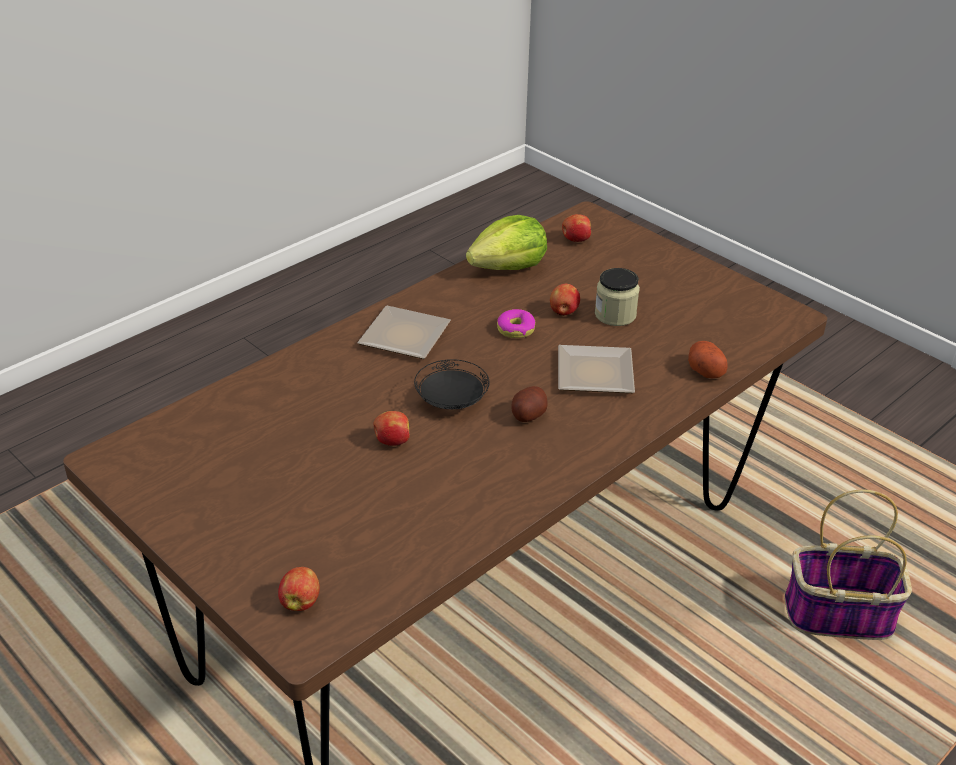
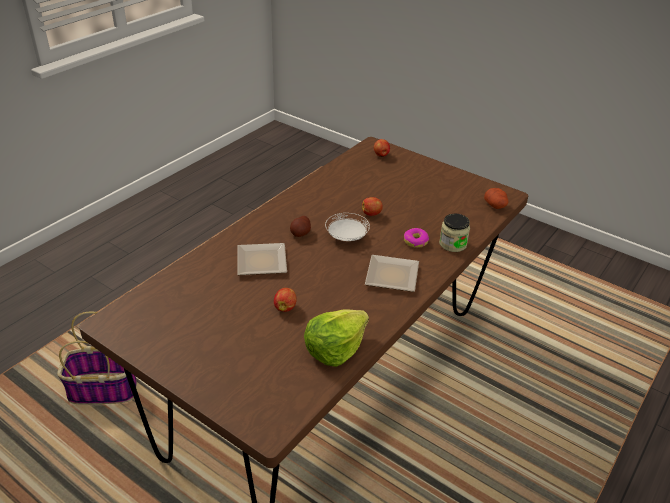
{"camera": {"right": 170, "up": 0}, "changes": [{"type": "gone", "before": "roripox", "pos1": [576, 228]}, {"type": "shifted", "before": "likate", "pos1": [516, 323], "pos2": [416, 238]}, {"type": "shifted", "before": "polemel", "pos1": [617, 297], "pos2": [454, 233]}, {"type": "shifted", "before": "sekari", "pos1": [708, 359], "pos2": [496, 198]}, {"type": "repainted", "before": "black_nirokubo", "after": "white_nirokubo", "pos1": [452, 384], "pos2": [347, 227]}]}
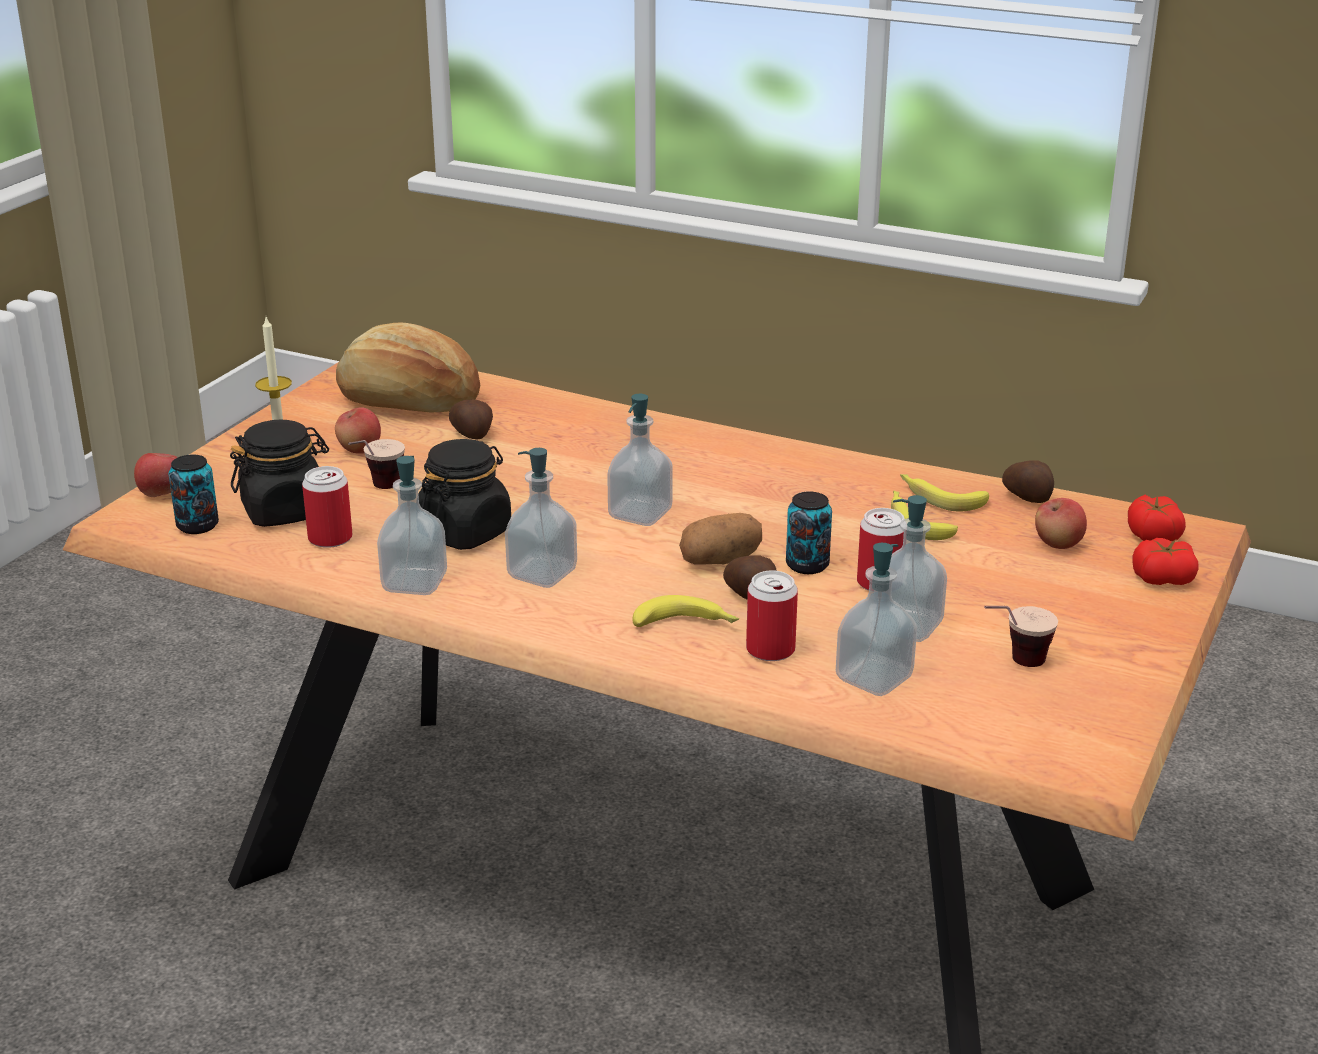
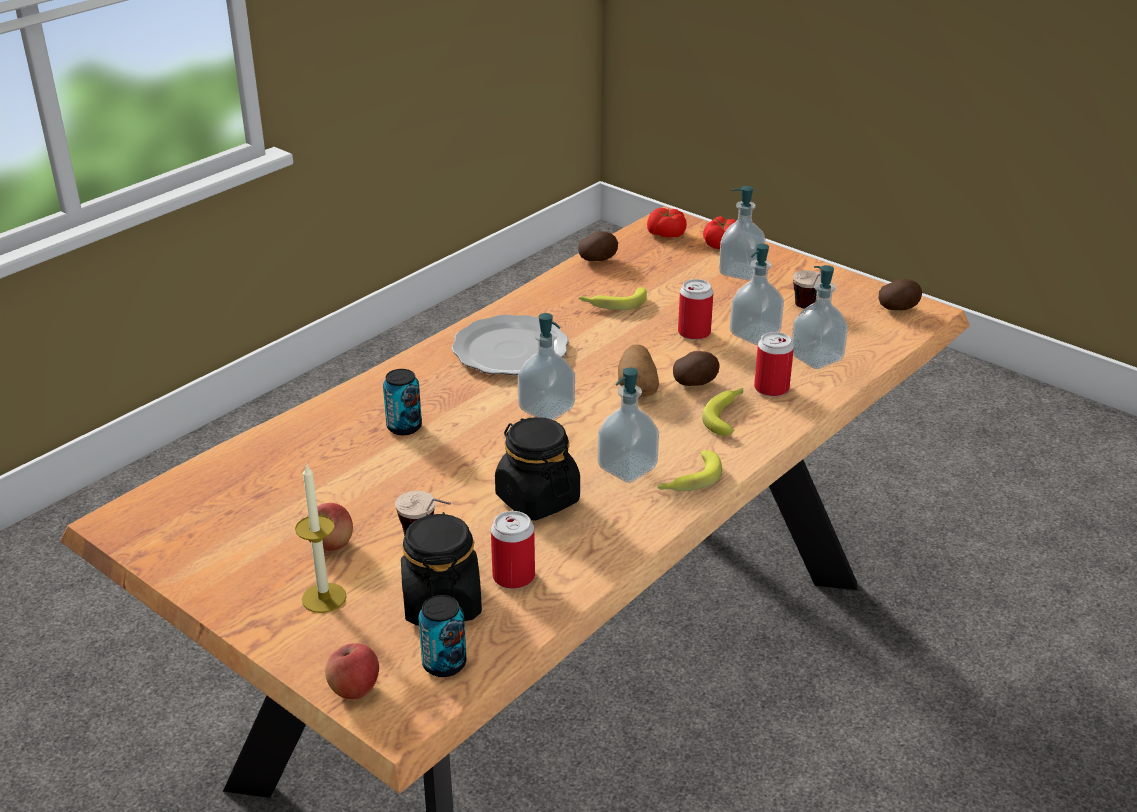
{"camera": {"right": -75, "up": 5}, "changes": [{"type": "gone", "before": "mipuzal", "pos1": [408, 368]}, {"type": "gone", "before": "roripox", "pos1": [1061, 523]}, {"type": "new", "after": "nirokubo", "pos2": [510, 345]}, {"type": "shifted", "before": "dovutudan", "pos1": [412, 525], "pos2": [742, 233]}, {"type": "shifted", "before": "sekari", "pos1": [471, 419], "pos2": [900, 294]}, {"type": "shifted", "before": "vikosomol", "pos1": [809, 532], "pos2": [402, 402]}, {"type": "shifted", "before": "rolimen", "pos1": [944, 493], "pos2": [689, 470]}]}
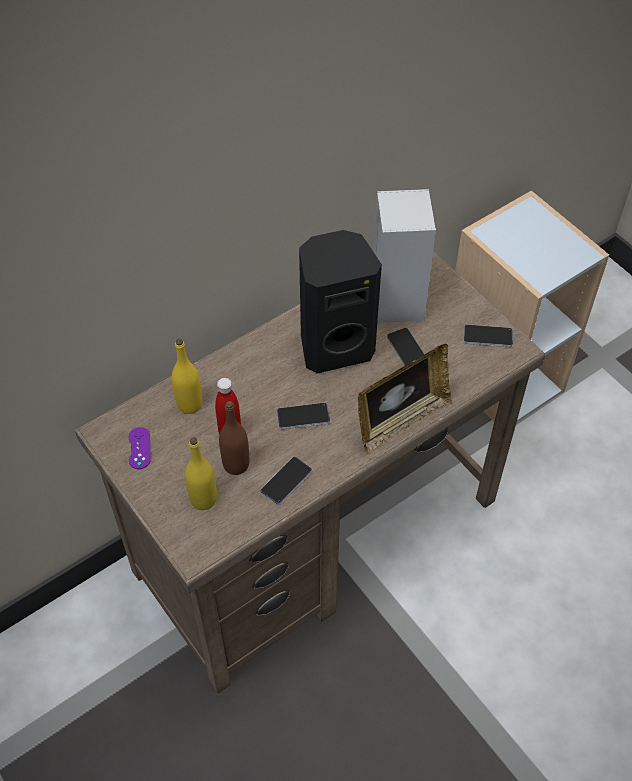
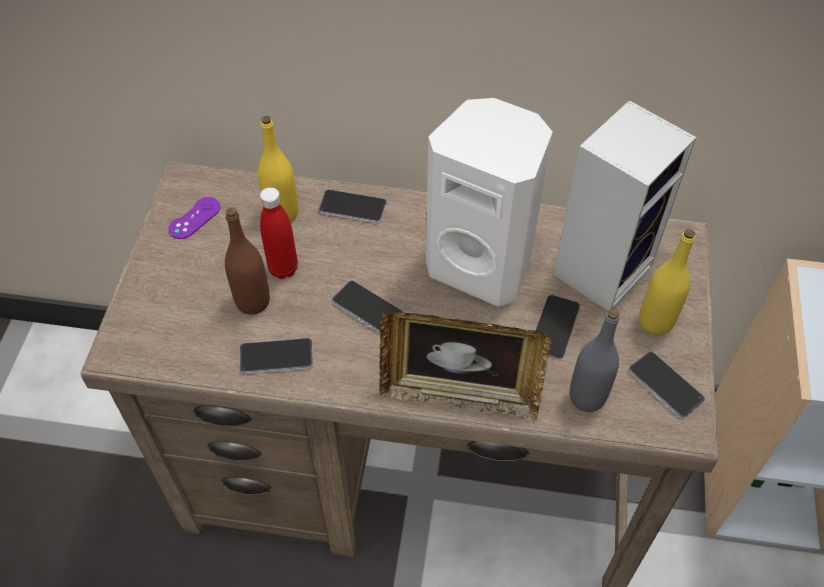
{"camera": {"right": 45, "up": 0}, "changes": [{"type": "new", "after": "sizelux", "pos2": [352, 206]}, {"type": "new", "after": "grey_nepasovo", "pos2": [595, 360]}, {"type": "shifted", "before": "yellow_nepasovo", "pos1": [201, 473], "pos2": [667, 282]}, {"type": "repainted", "before": "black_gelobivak", "after": "white_gelobivak", "pos1": [340, 302], "pos2": [489, 202]}]}
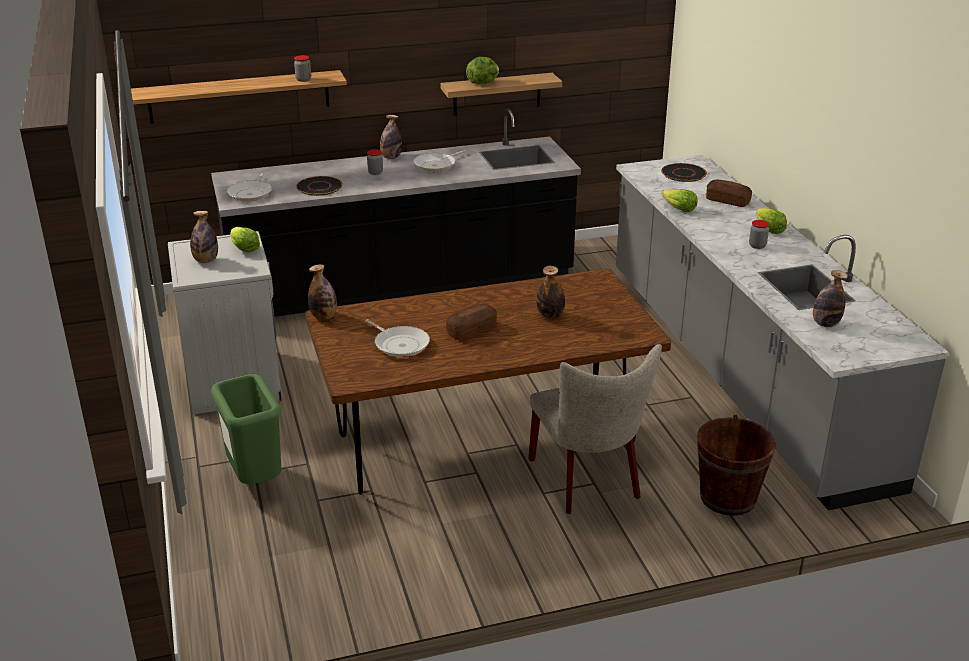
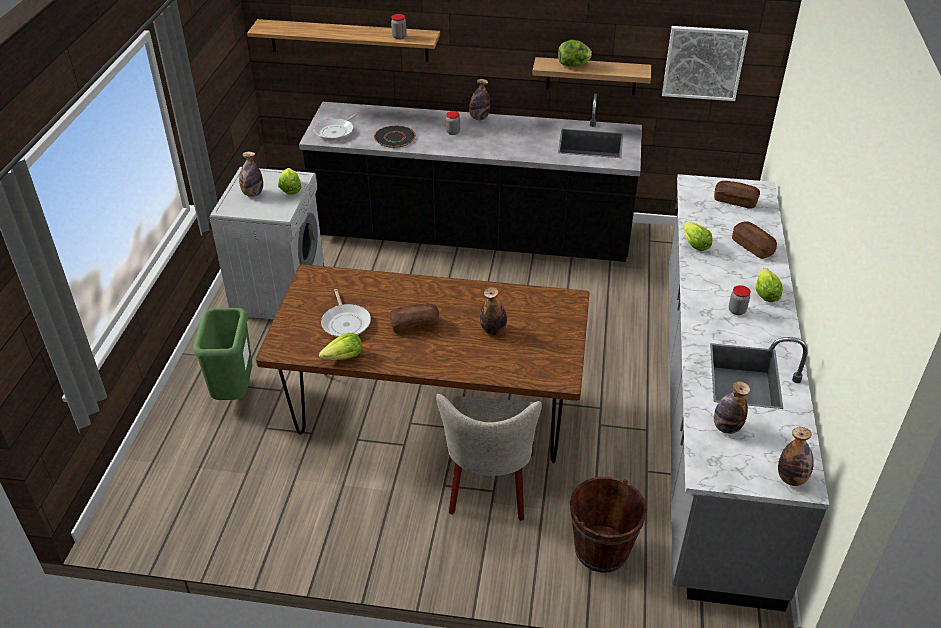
{"camera": {"right": 25, "up": 10}, "changes": [{"type": "gone", "before": "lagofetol", "pos1": [439, 161]}, {"type": "new", "after": "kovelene", "pos2": [340, 346]}, {"type": "new", "after": "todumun", "pos2": [705, 63]}, {"type": "shifted", "before": "nepasovo", "pos1": [322, 292], "pos2": [796, 456]}, {"type": "swapped", "before": "black_nirokubo", "after": "mipuzal", "pos1": [684, 172], "pos2": [737, 195]}]}
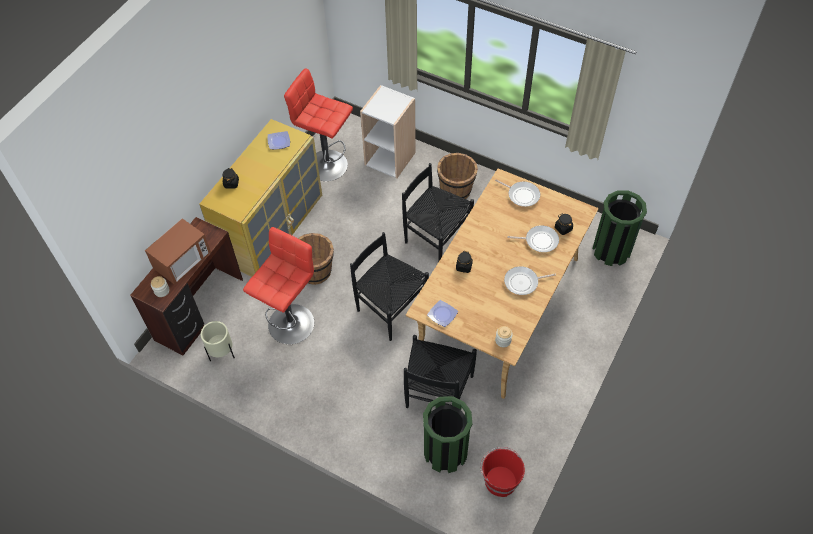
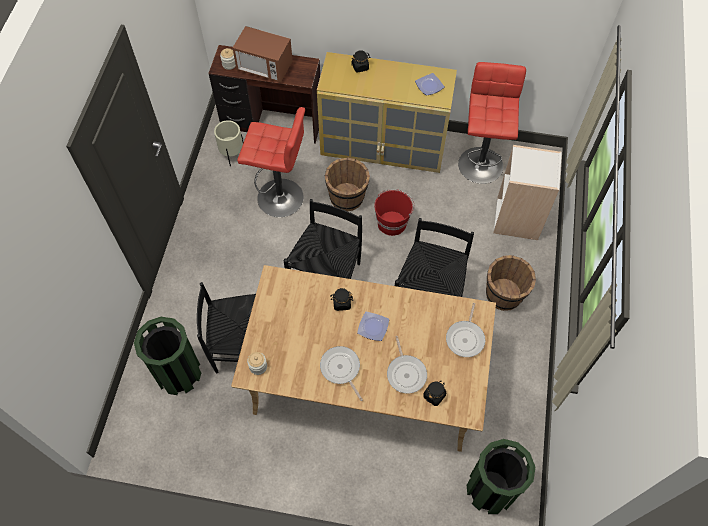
{"camera": {"right": 70, "up": 5}, "changes": [{"type": "shifted", "before": "nirokubo", "pos1": [442, 313], "pos2": [373, 326]}, {"type": "shifted", "before": "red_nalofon", "pos1": [502, 472], "pos2": [394, 212]}]}
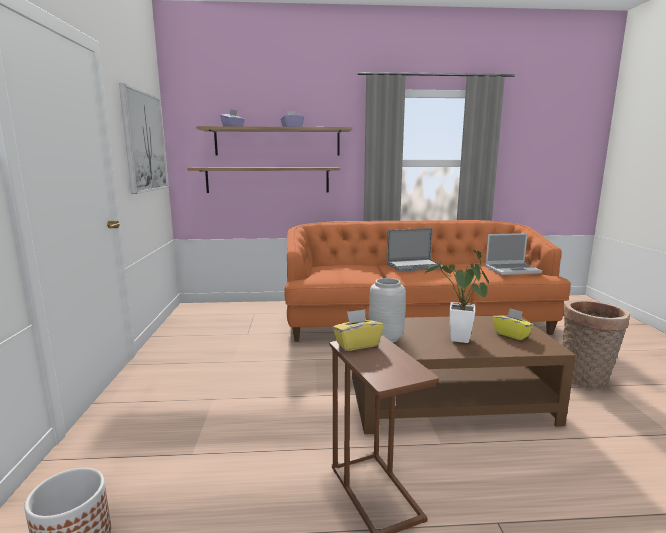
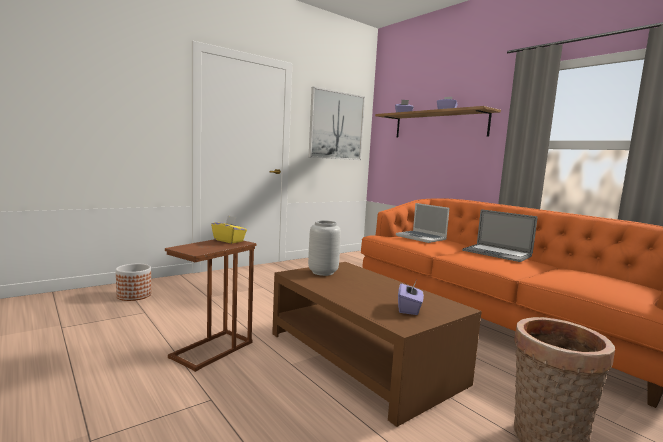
{"camera": {"right": 55, "up": -5}, "changes": [{"type": "gone", "before": "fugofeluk", "pos1": [263, 180]}, {"type": "gone", "before": "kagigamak", "pos1": [456, 296]}, {"type": "shifted", "before": "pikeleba", "pos1": [513, 254], "pos2": [423, 223]}, {"type": "repainted", "before": "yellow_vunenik", "after": "purple_vunenik", "pos1": [513, 324], "pos2": [411, 298]}]}
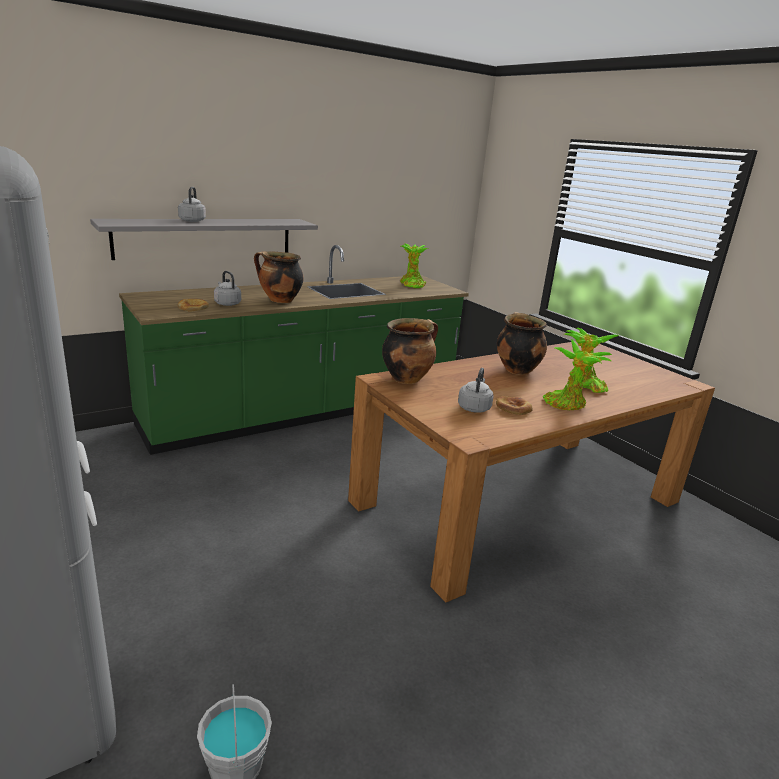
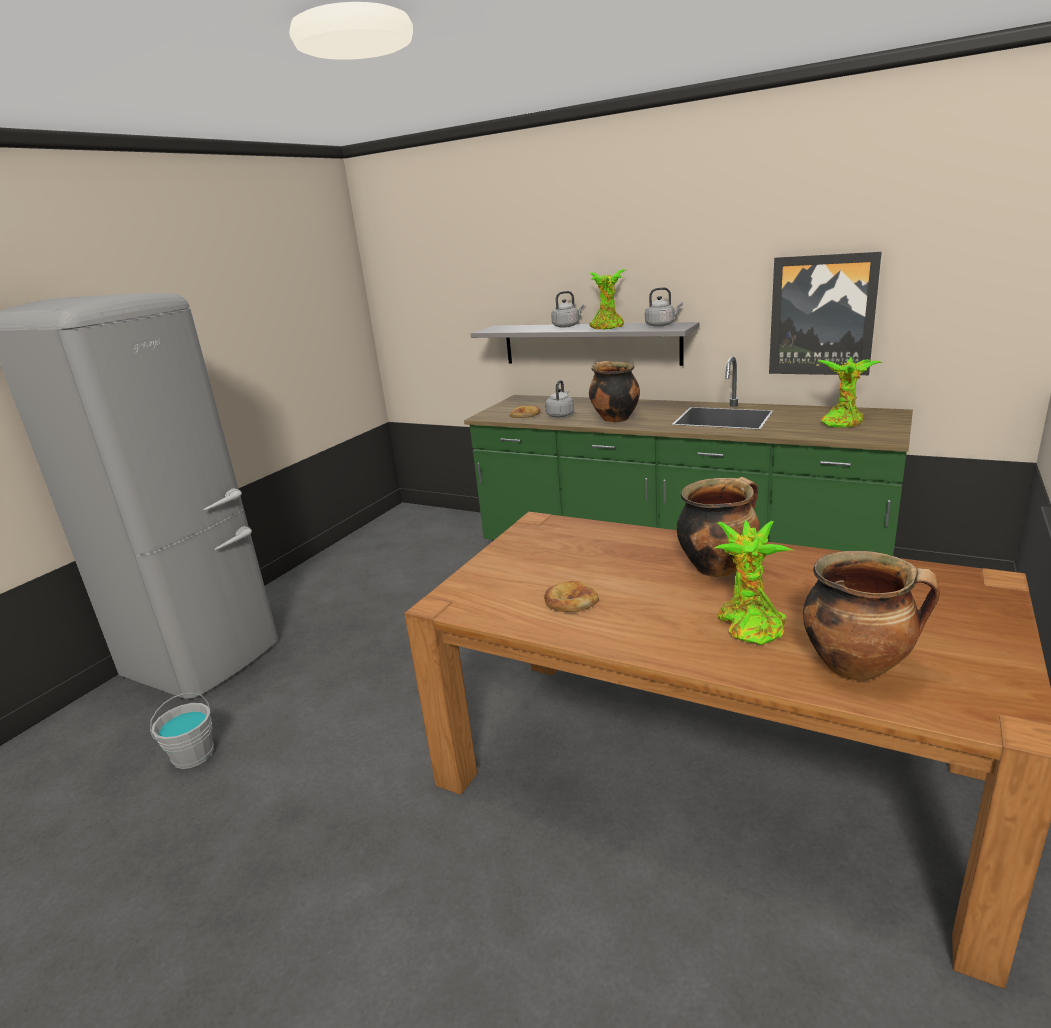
{"camera": {"right": 65, "up": 0}, "changes": [{"type": "new", "after": "todumun", "pos2": [825, 313]}, {"type": "shifted", "before": "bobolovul", "pos1": [410, 351], "pos2": [871, 616]}, {"type": "shifted", "before": "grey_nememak", "pos1": [476, 390], "pos2": [664, 307]}, {"type": "shifted", "before": "kagigamak", "pos1": [577, 374], "pos2": [607, 299]}]}
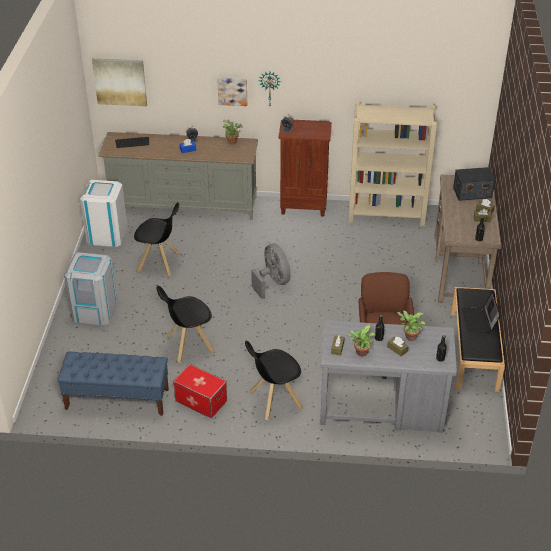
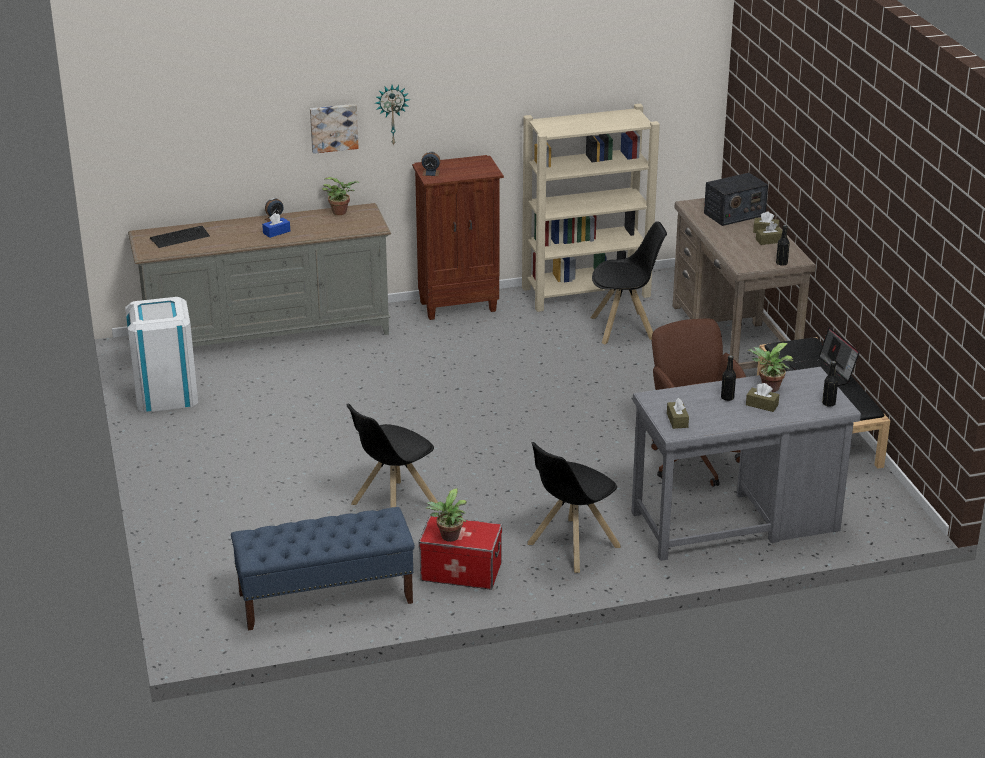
{"camera": {"right": -20, "up": -10}, "changes": [{"type": "gone", "before": "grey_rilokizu", "pos1": [91, 289]}, {"type": "gone", "before": "todumun", "pos1": [119, 82]}, {"type": "gone", "before": "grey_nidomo", "pos1": [270, 271]}, {"type": "shifted", "before": "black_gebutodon", "pos1": [157, 239], "pos2": [629, 282]}, {"type": "shifted", "before": "kagigamak", "pos1": [361, 341], "pos2": [446, 515]}]}
